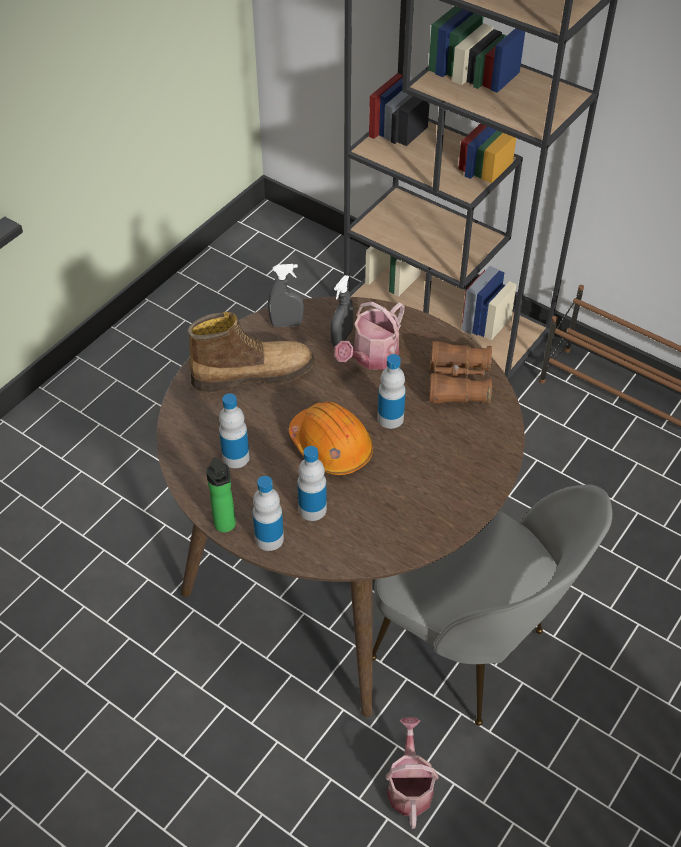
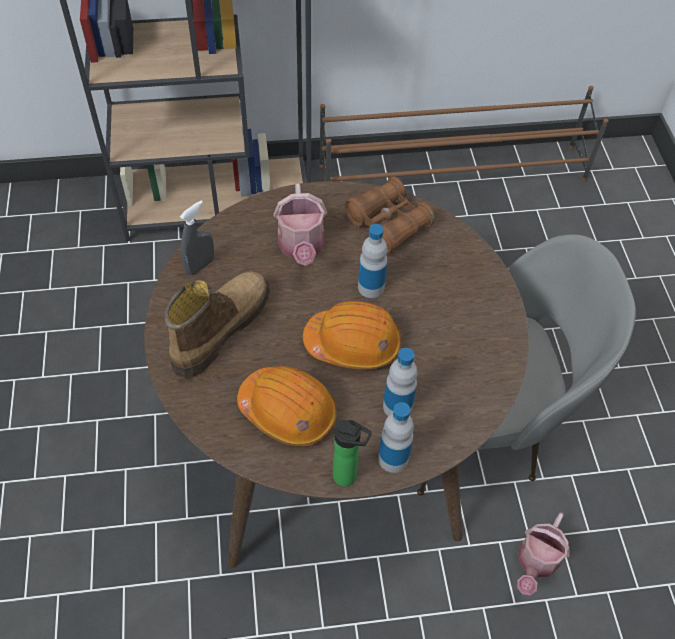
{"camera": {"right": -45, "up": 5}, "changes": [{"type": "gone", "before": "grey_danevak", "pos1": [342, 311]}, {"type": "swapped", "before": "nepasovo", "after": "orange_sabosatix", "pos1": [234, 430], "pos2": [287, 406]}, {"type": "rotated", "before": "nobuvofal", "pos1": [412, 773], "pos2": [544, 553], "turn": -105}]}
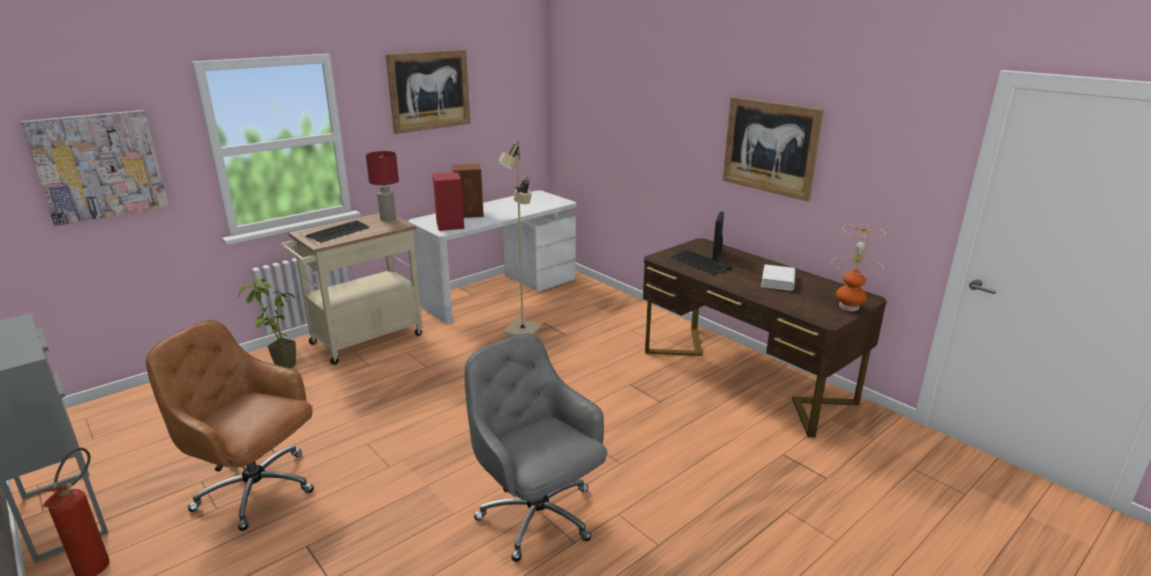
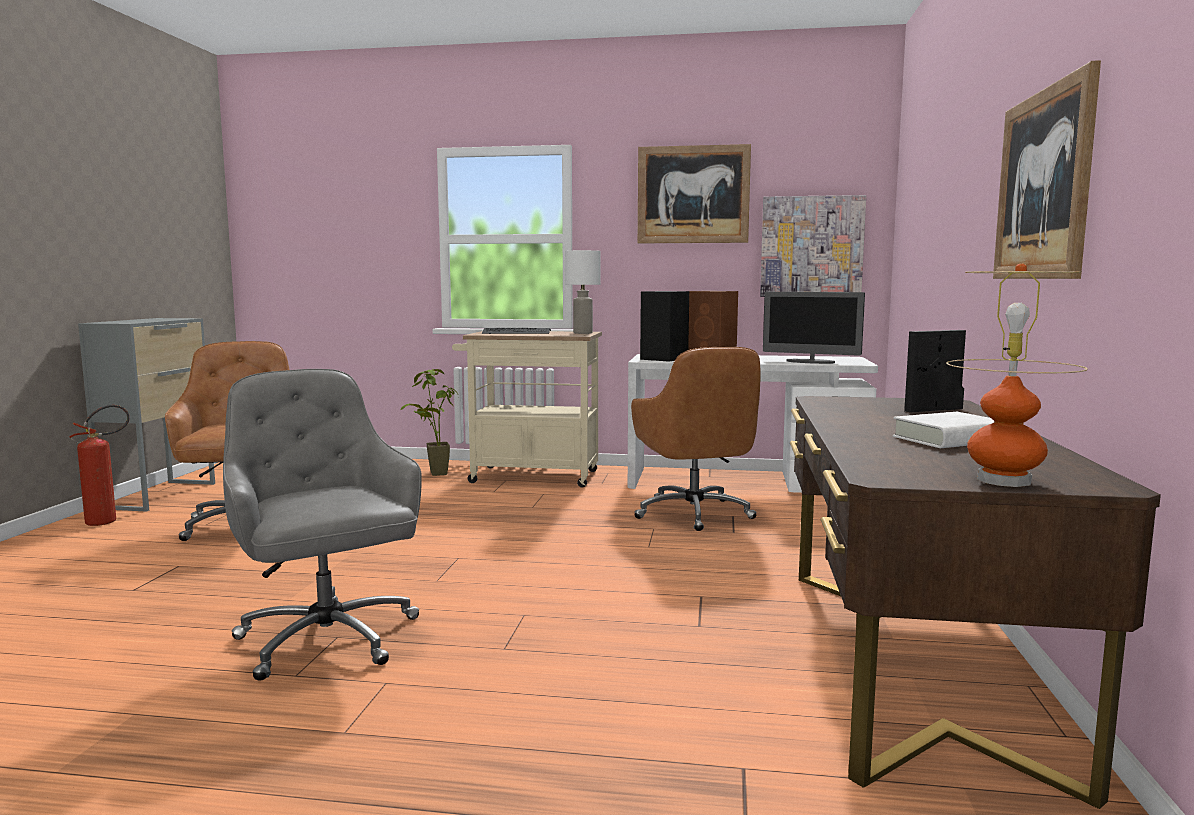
{"camera": {"right": 50, "up": -15}, "changes": [{"type": "gone", "before": "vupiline", "pos1": [701, 262]}, {"type": "new", "after": "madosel", "pos2": [814, 328]}, {"type": "shifted", "before": "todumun", "pos1": [95, 168], "pos2": [813, 246]}, {"type": "swapped", "before": "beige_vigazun", "after": "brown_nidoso", "pos1": [520, 238], "pos2": [696, 439]}, {"type": "repainted", "before": "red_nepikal", "after": "white_nepikal", "pos1": [382, 186], "pos2": [582, 292]}, {"type": "repainted", "before": "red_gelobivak", "after": "black_gelobivak", "pos1": [448, 201], "pos2": [664, 326]}, {"type": "rotated", "before": "grey_nidoso", "pos1": [536, 447], "pos2": [322, 525], "turn": -45}]}
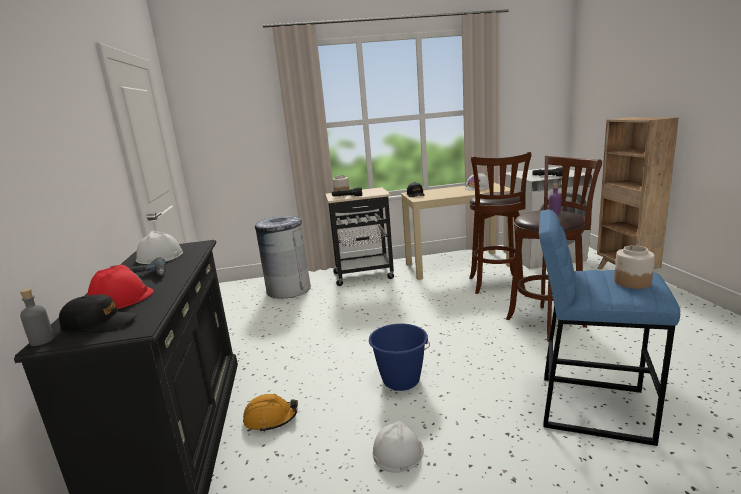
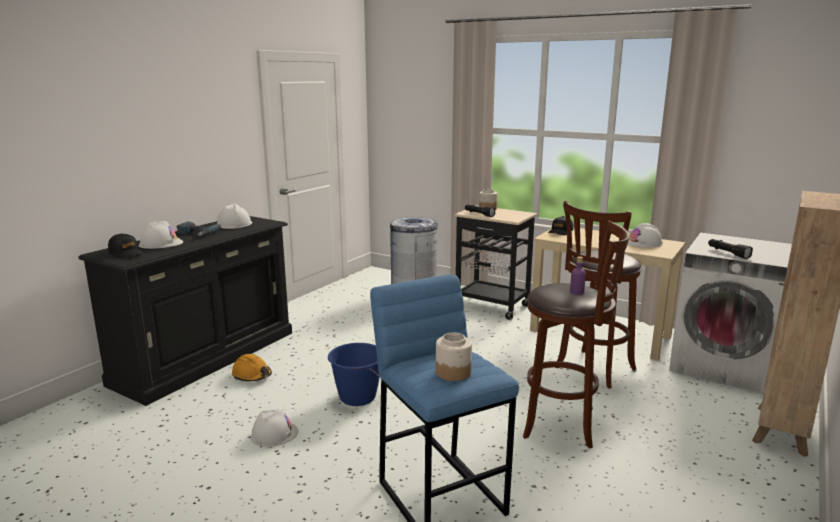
{"camera": {"right": 40, "up": 0}, "changes": [{"type": "gone", "before": "grey_nepasovo", "pos1": [37, 317]}, {"type": "repainted", "before": "red_sabosatix", "after": "white_sabosatix", "pos1": [120, 287], "pos2": [161, 235]}]}
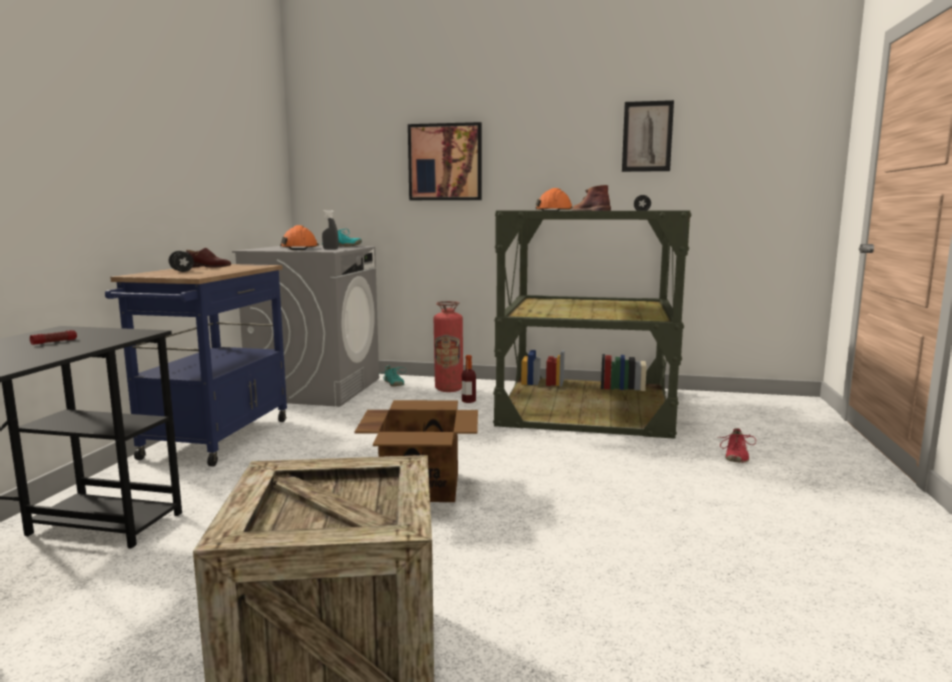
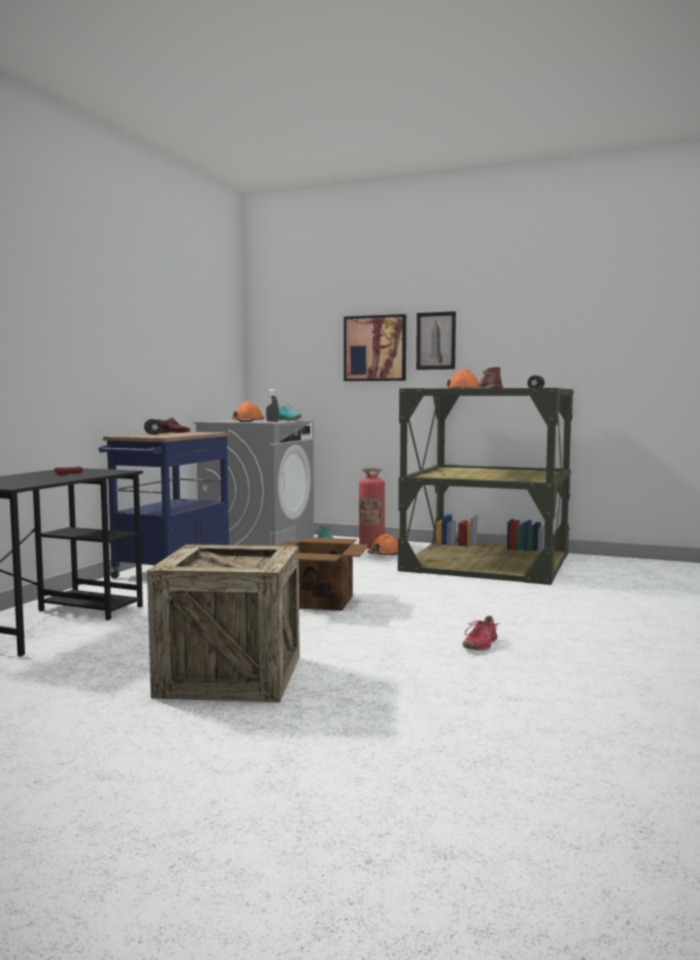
{"camera": {"right": 10, "up": -5}, "changes": [{"type": "shifted", "before": "todumun", "pos1": [648, 136], "pos2": [436, 340]}, {"type": "shifted", "before": "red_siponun", "pos1": [736, 445], "pos2": [482, 633]}, {"type": "swapped", "before": "nepasovo", "after": "orange_sabosatix", "pos1": [469, 379], "pos2": [383, 544]}]}
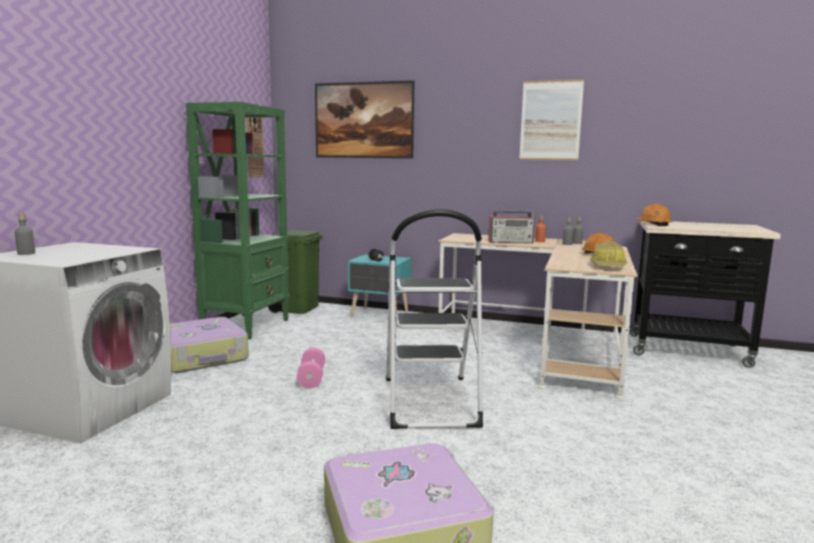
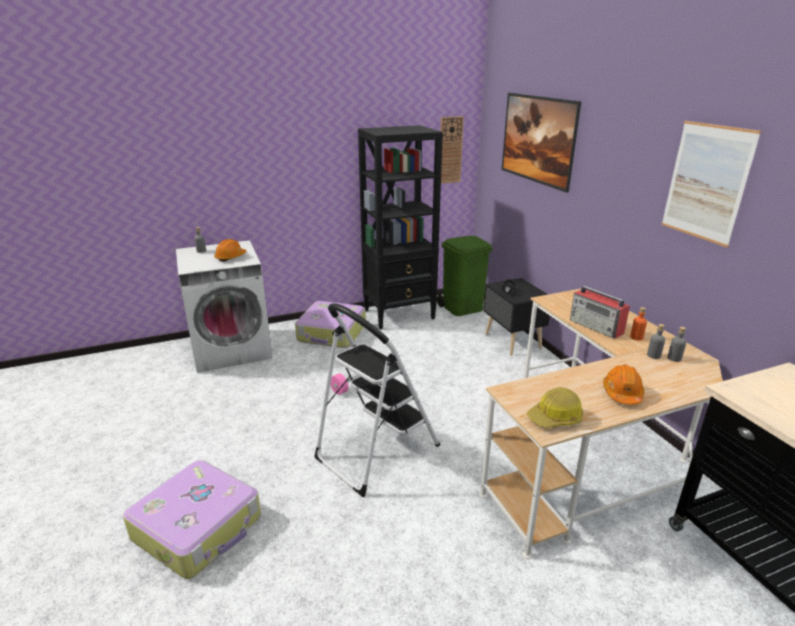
{"camera": {"right": 50, "up": 15}, "changes": [{"type": "shifted", "before": "orange_sabosatix", "pos1": [654, 215], "pos2": [230, 250]}, {"type": "repainted", "before": "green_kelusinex", "after": "black_kelusinex", "pos1": [238, 221], "pos2": [400, 227]}, {"type": "repainted", "before": "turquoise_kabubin", "after": "black_kabubin", "pos1": [379, 286], "pos2": [516, 317]}]}
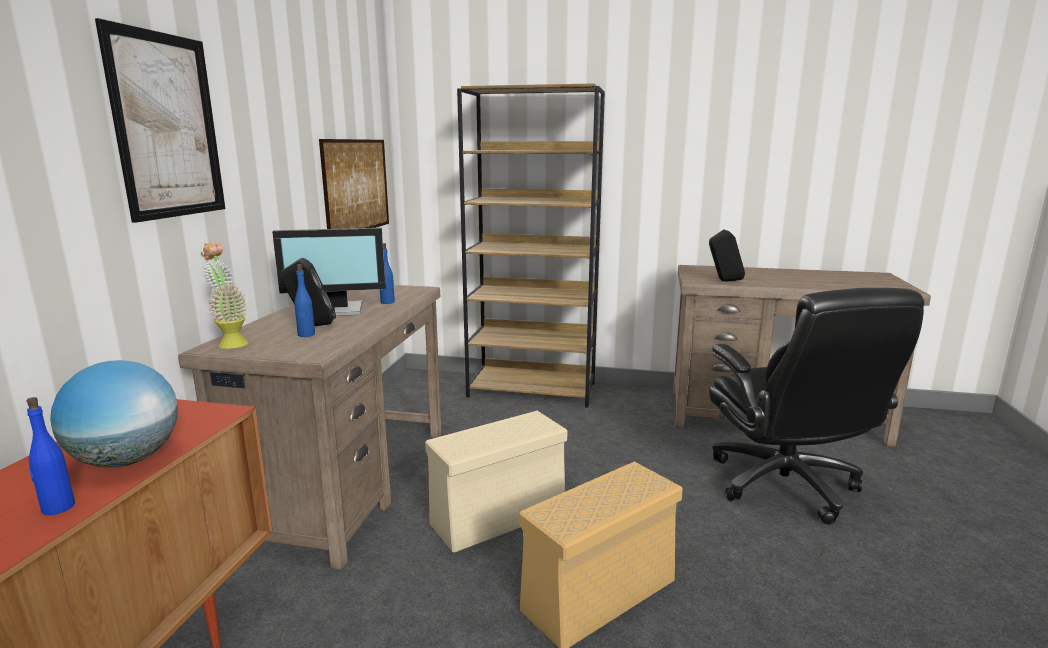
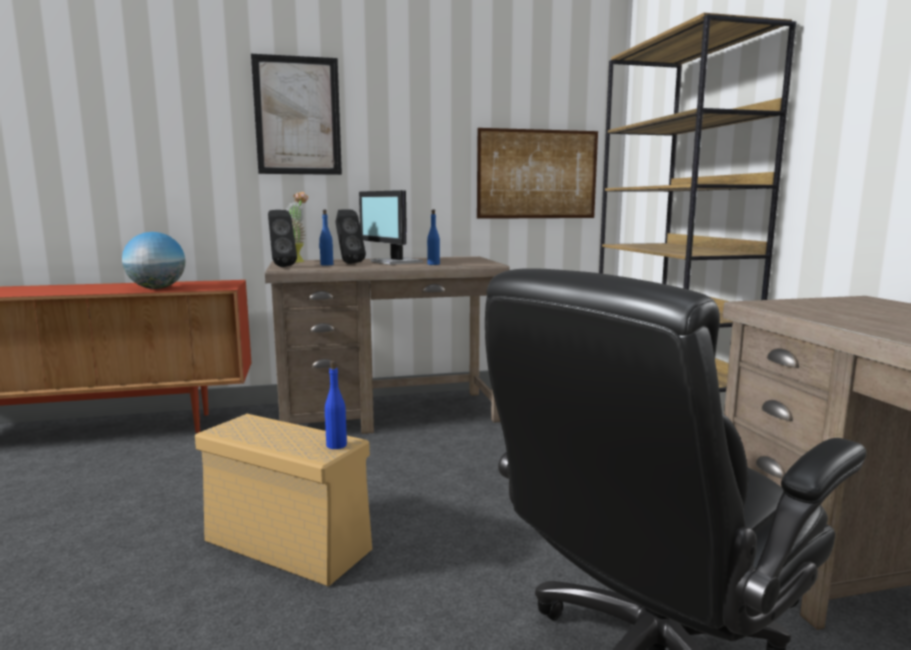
{"camera": {"right": 65, "up": -5}, "changes": [{"type": "gone", "before": "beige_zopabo", "pos1": [496, 482]}, {"type": "shifted", "before": "blue_nepasovo", "pos1": [51, 456], "pos2": [336, 405]}, {"type": "shifted", "before": "black_gelobivak", "pos1": [727, 255], "pos2": [282, 238]}]}
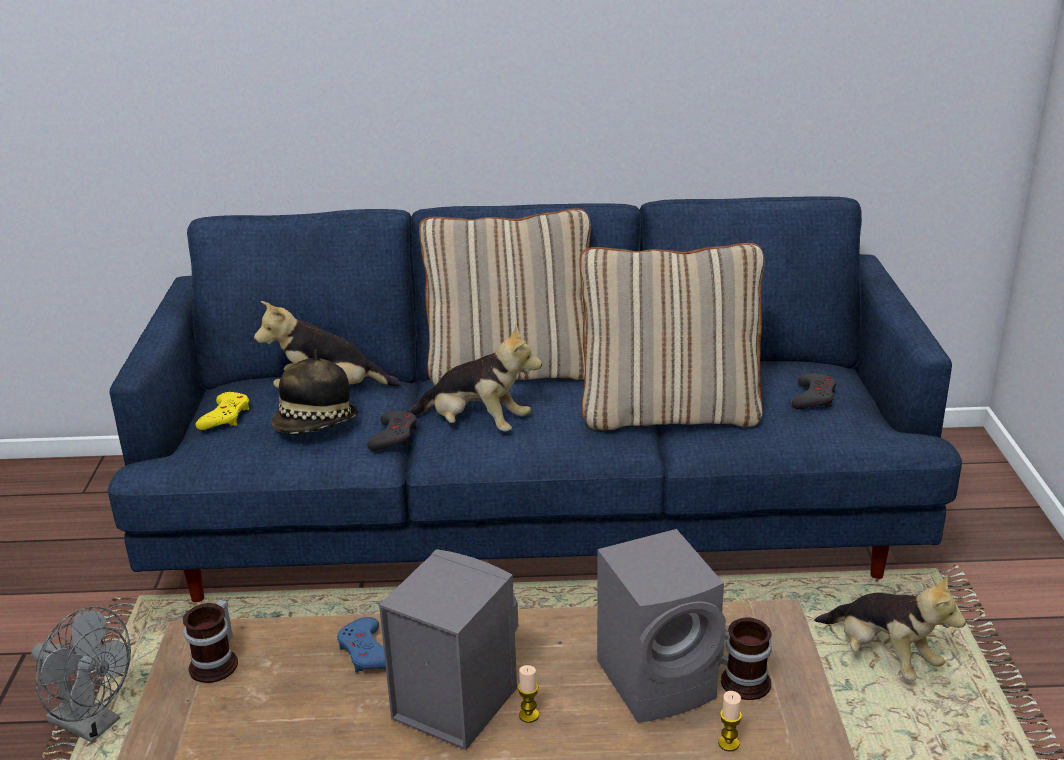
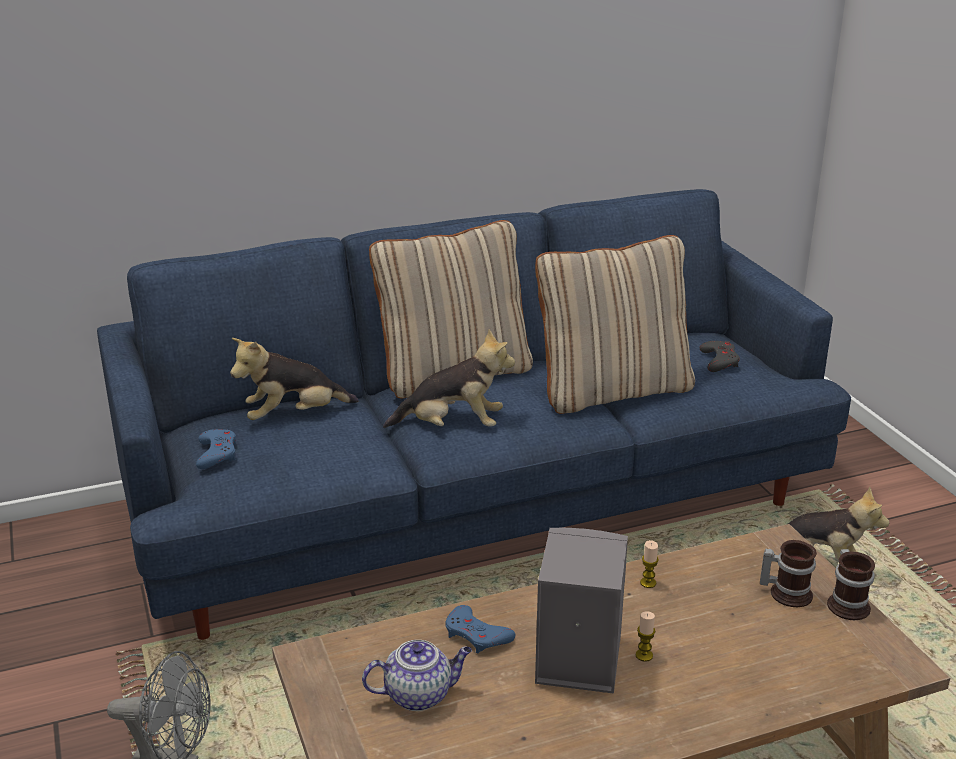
{"camera": {"right": -20, "up": 0}, "changes": [{"type": "gone", "before": "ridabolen", "pos1": [315, 392]}, {"type": "gone", "before": "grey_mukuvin", "pos1": [392, 430]}, {"type": "gone", "before": "grey_gelobivak", "pos1": [661, 626]}, {"type": "new", "after": "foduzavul", "pos2": [417, 675]}, {"type": "shifted", "before": "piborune", "pos1": [210, 641], "pos2": [851, 584]}, {"type": "shifted", "before": "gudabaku", "pos1": [730, 721], "pos2": [649, 564]}, {"type": "repainted", "before": "yellow_mukuvin", "after": "blue_mukuvin", "pos1": [222, 411], "pos2": [216, 449]}]}
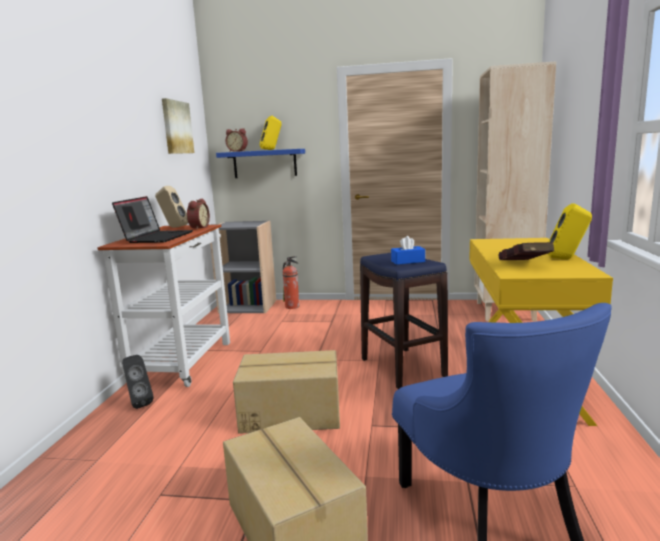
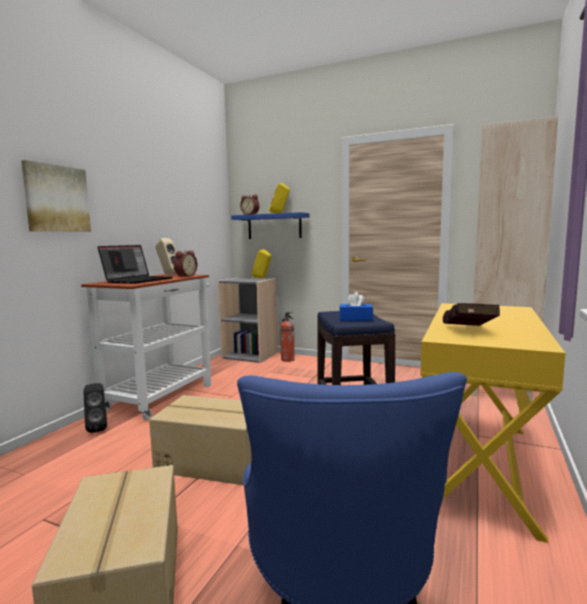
{"camera": {"right": 15, "up": -5}, "changes": [{"type": "shifted", "before": "todumun", "pos1": [178, 126], "pos2": [56, 196]}, {"type": "shifted", "before": "yellow_gelobivak", "pos1": [570, 231], "pos2": [261, 264]}]}
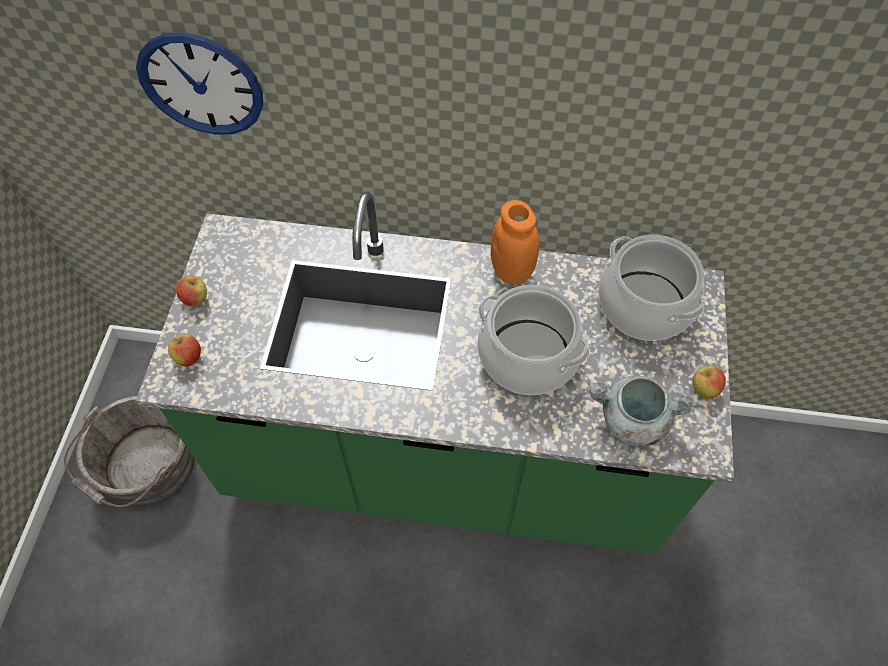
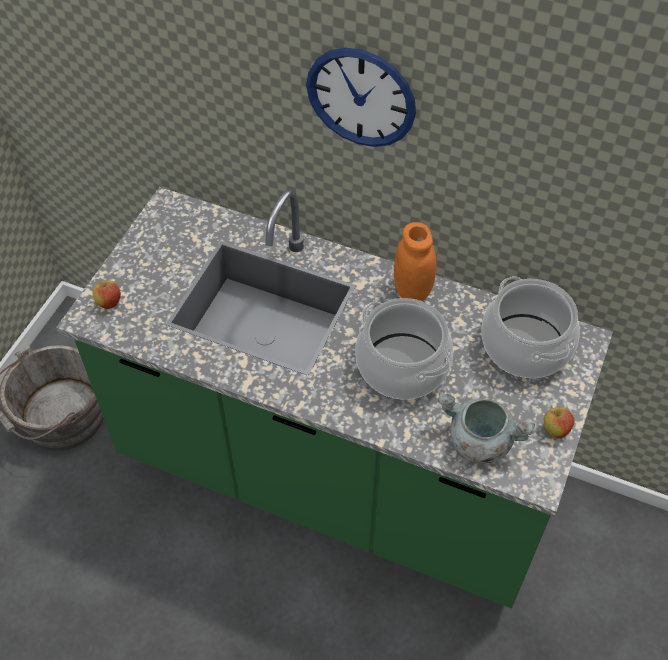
{"camera": {"right": 15, "up": -5}, "changes": [{"type": "gone", "before": "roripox", "pos1": [191, 291]}, {"type": "shifted", "before": "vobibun", "pos1": [199, 84], "pos2": [361, 97]}]}
